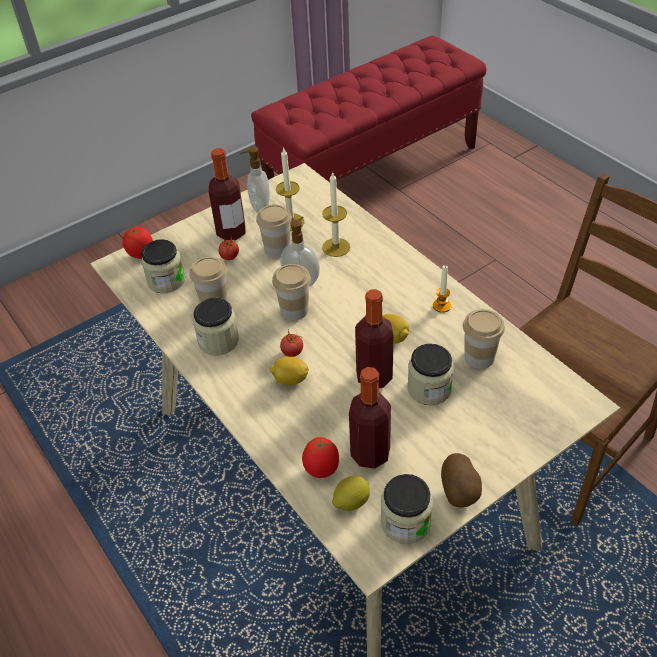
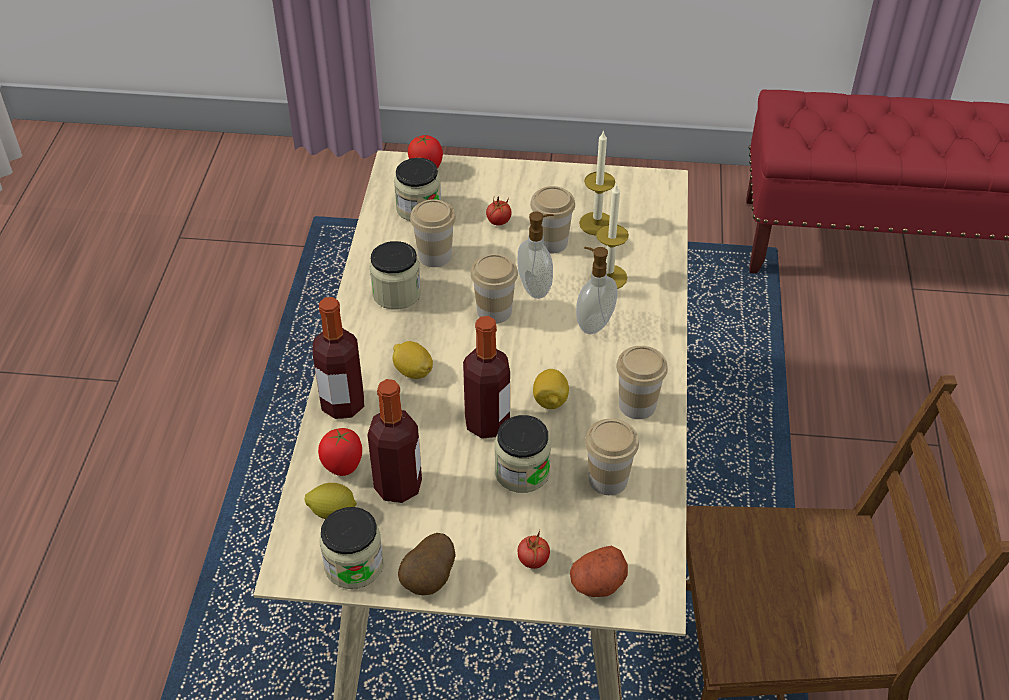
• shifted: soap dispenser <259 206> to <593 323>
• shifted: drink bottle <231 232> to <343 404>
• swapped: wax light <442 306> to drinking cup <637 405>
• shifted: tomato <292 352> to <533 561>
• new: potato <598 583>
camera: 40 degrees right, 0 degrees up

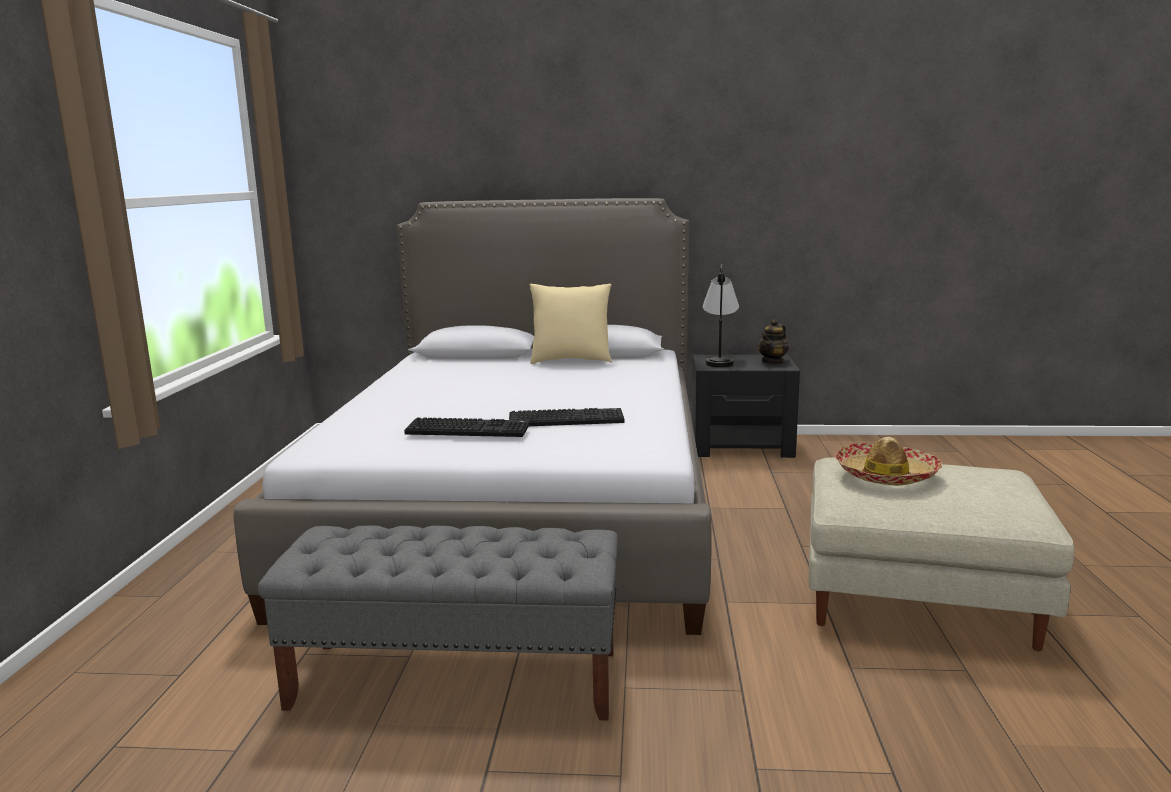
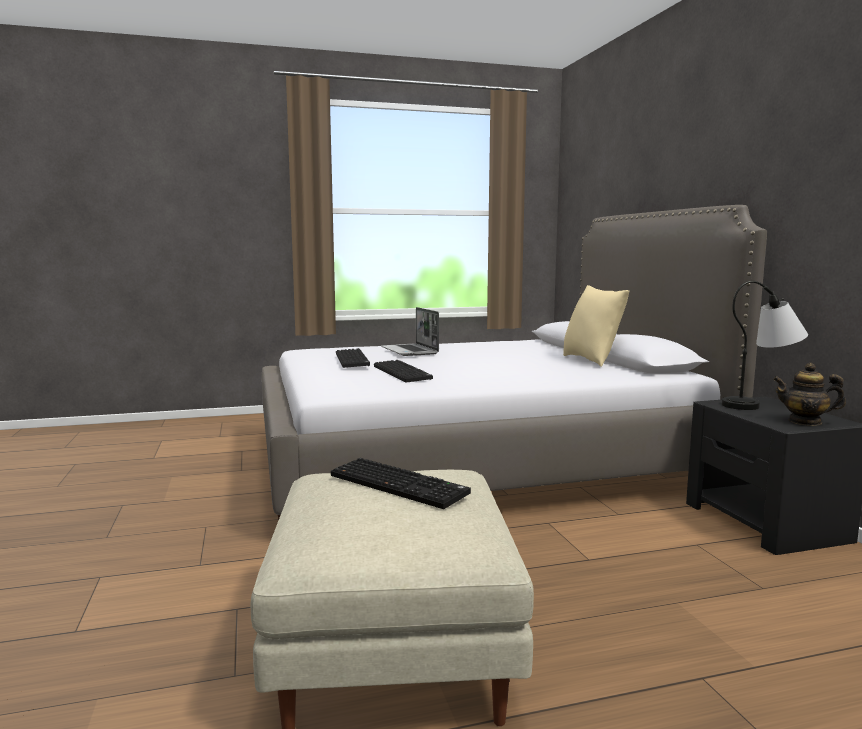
• swapped: clothing hat <886 475> to keyboard <400 484>
• gone: greyish indoor bench <457 679>
• new: portable computer <410 351>
camera: 70 degrees right, 5 degrees down

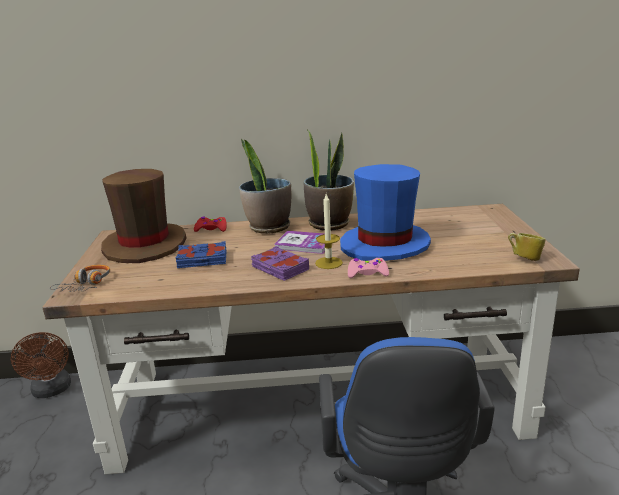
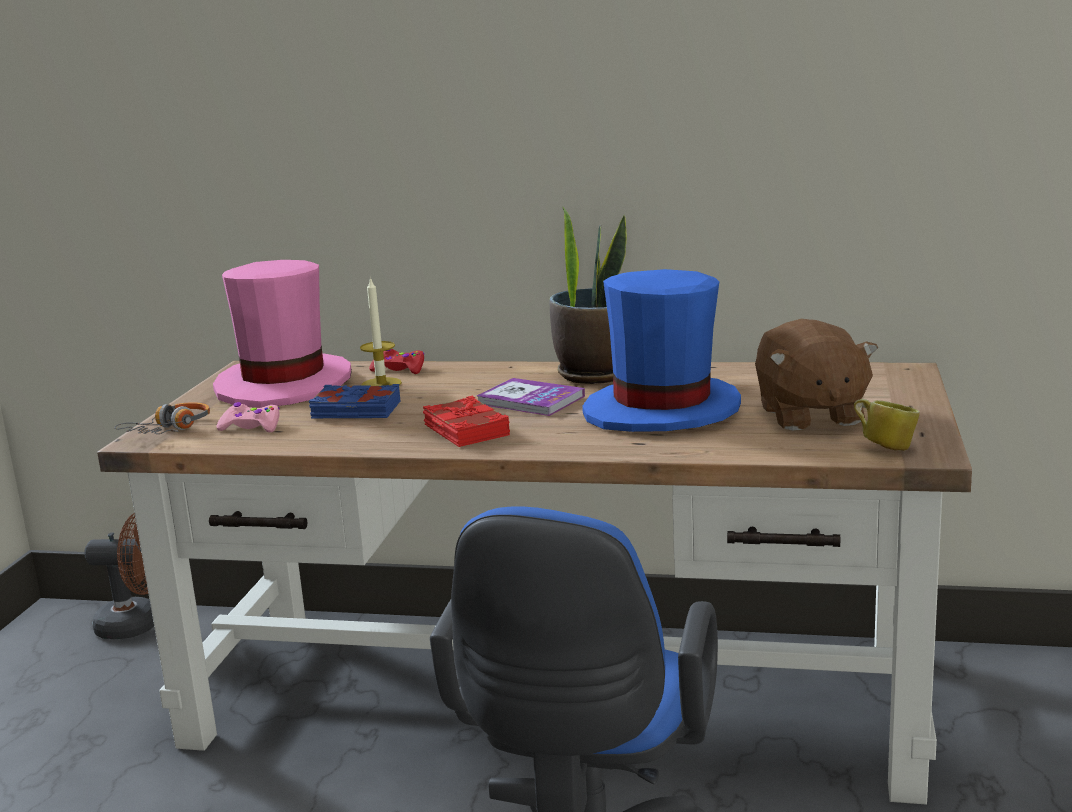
• gone: plant in a pot <268 227>
• repainted: brown clothing hat <145 245> to pink-coloured clothing hat <284 385>
• shifted: wax light <328 263> to <381 384>
• repainted: purple-coloured book <279 268> to red book <465 430>
• shifted: pink-coloured game controller <367 273> to <251 427>
• rotated: brown fan <52 391> = <138 625> 75 degrees counterclockwise
• new: brown plush toy <809 415>
camera: 15 degrees right, 5 degrees down

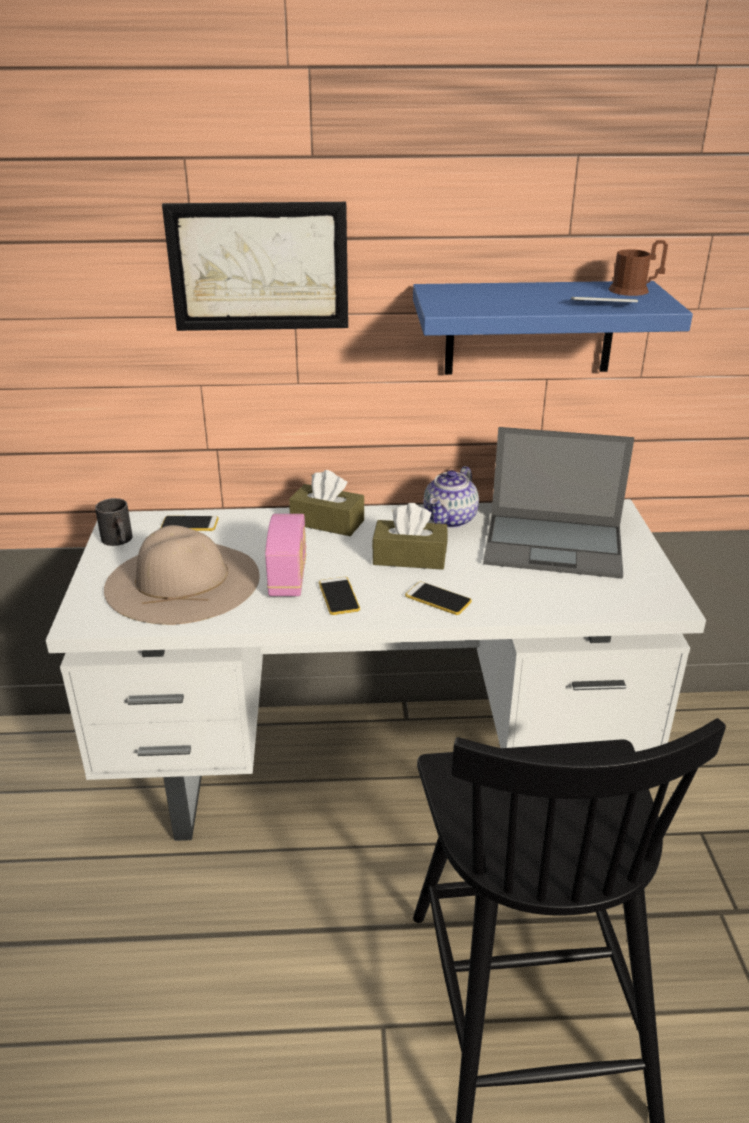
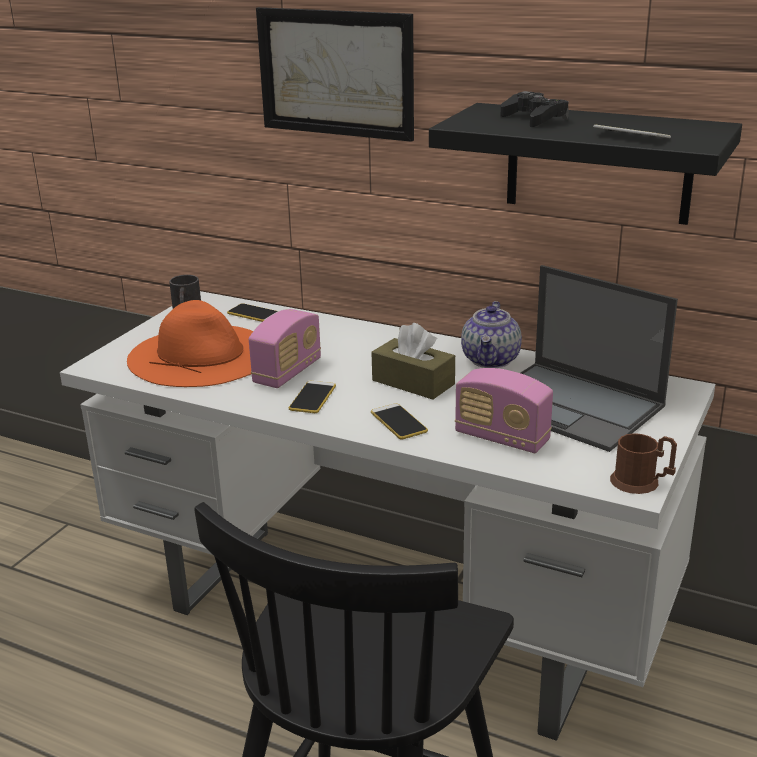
• shifted: brown mug <635 290> to <641 483>
• repainted: blue-coloured wall shelf <529 328> to black wall shelf <598 163>
• rotated: teapot <450 519> = <491 360> 45 degrees counterclockwise
• gone: brown tissue box <327 522>
• repainted: sand-coloured clothing hat <182 581> to orange-coloured clothing hat <201 355>
• new: black game controller <534 119>
• new: radio <502 438>
camera: 30 degrees right, 5 degrees down

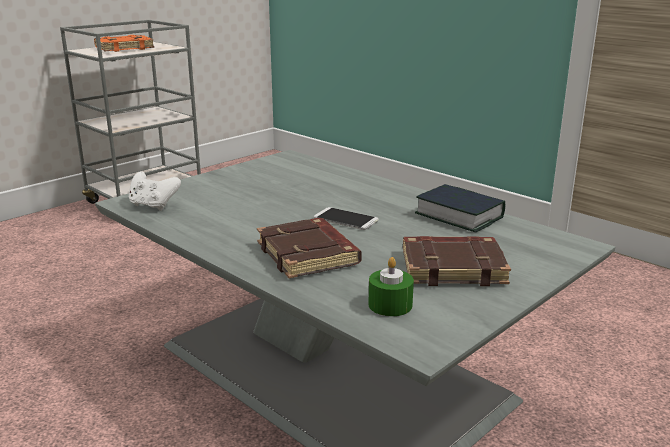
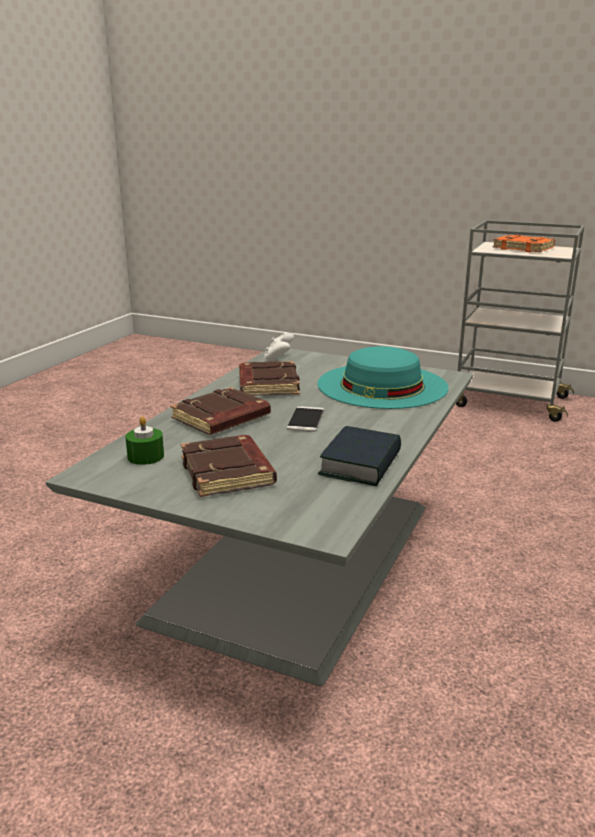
• new: turquoise-coloured clothing hat <382 385>
• new: brown book <267 385>
camera: 70 degrees right, 0 degrees up

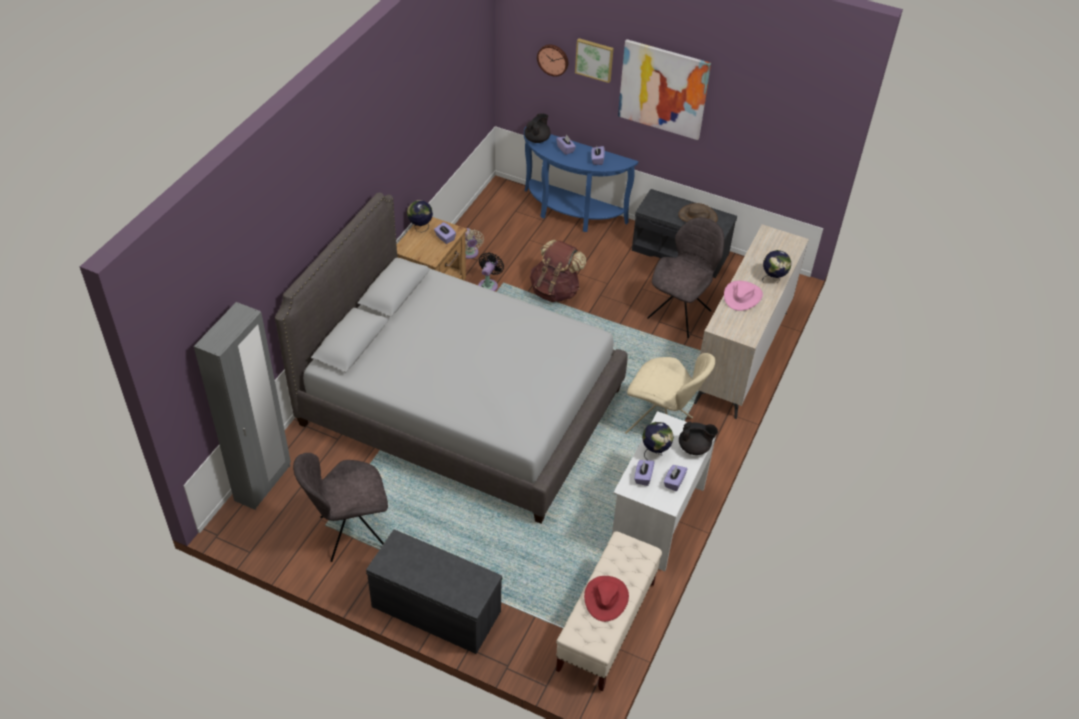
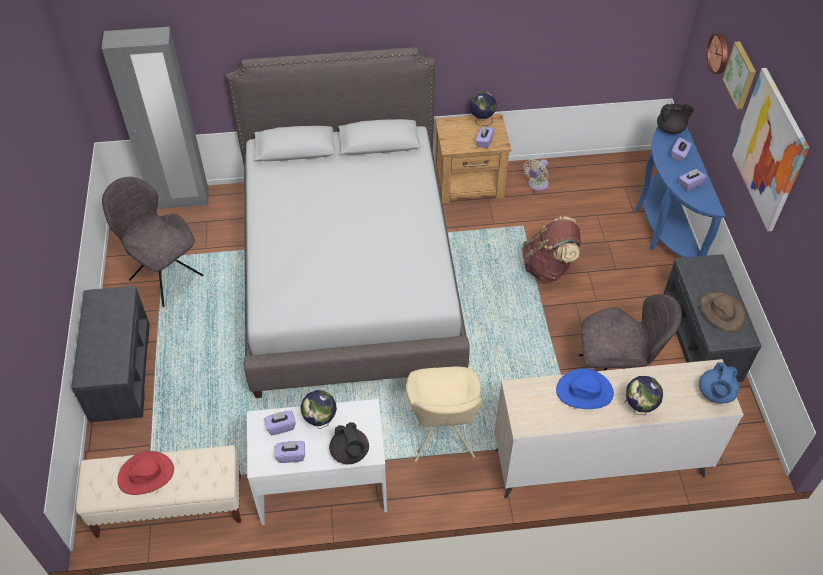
• gone: black fan <489 284>
• repainted: pink-coloured clothing hat <742 296> to blue-coloured clothing hat <584 391>
• new: blue-coloured teapot <715 393>
camera: 60 degrees right, 5 degrees up

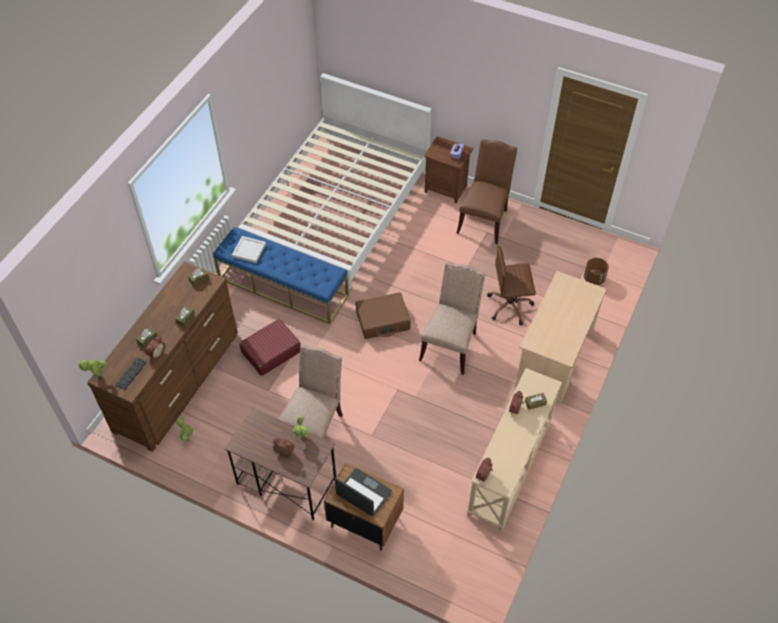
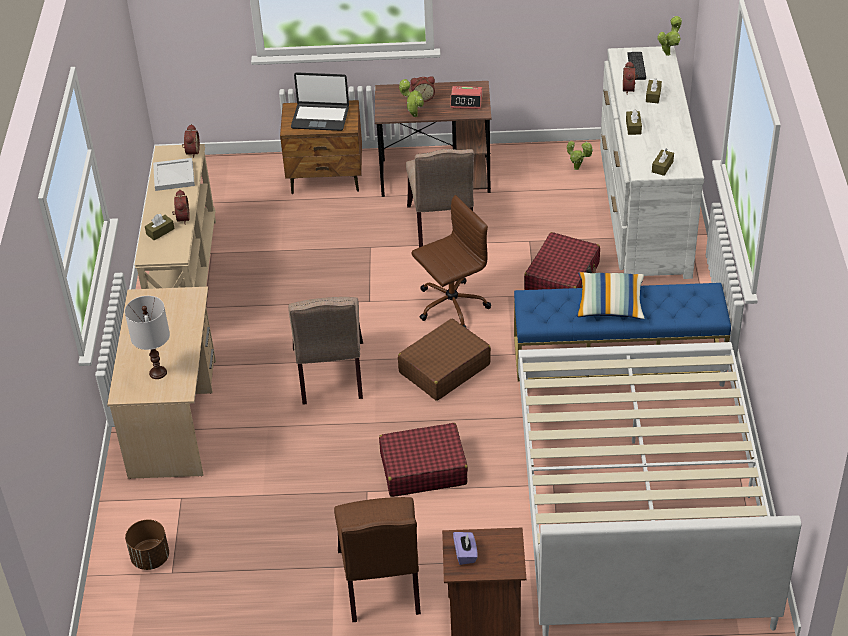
• shifted: white tray <249 250> to <173 176>
• shifted: brown computer chair <510 306> to <450 306>
• repainted: brown dresser <178 380> to white dresser <644 210>
• new: alarm clock <466 101>
• new: pillow <610 304>
• new: white table lamp <158 373>
• new: red piece of luggage <423 469>
camera: 155 degrees right, 10 degrees down

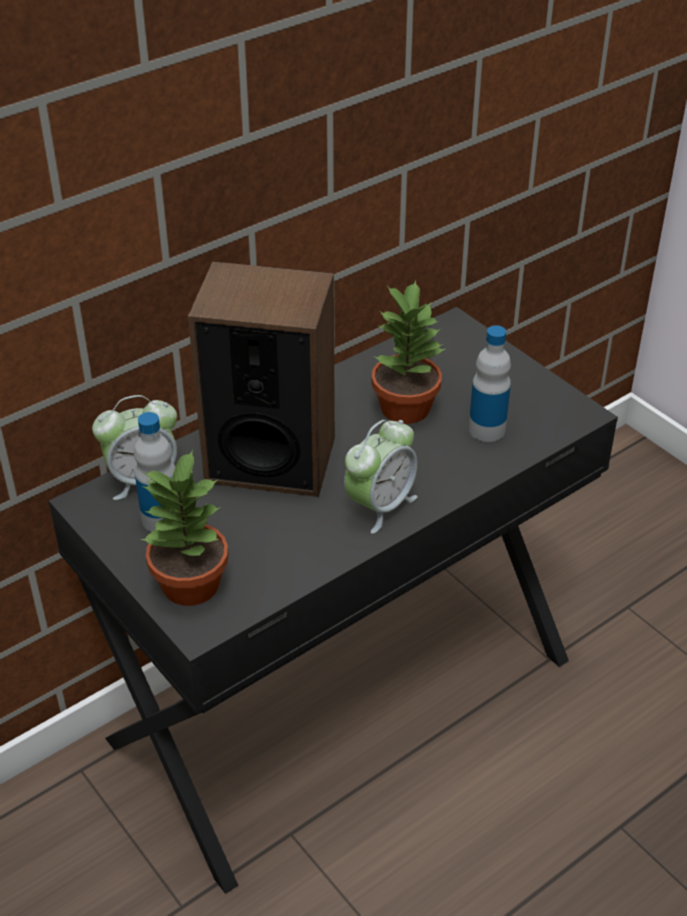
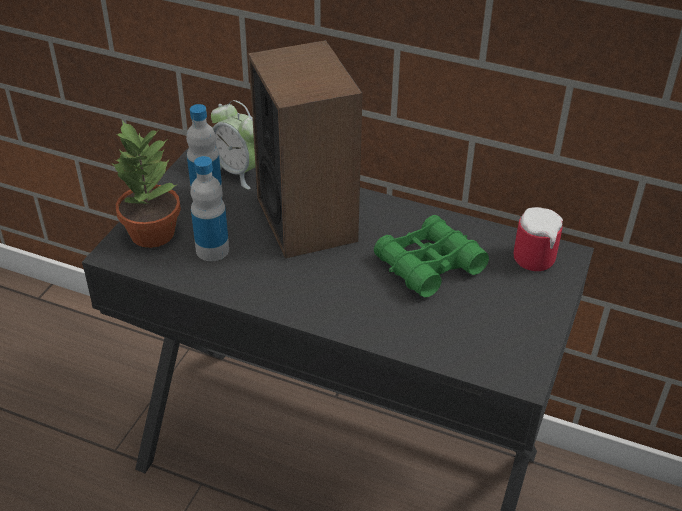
• swapped: plant in a pot <405 407> to green-coloured binoculars <428 265>
• shifted: drink bottle <487 429> to <212 250>
• gone: alarm clock <380 506>
• new: mug <539 257>
camera: 60 degrees right, 0 degrees up

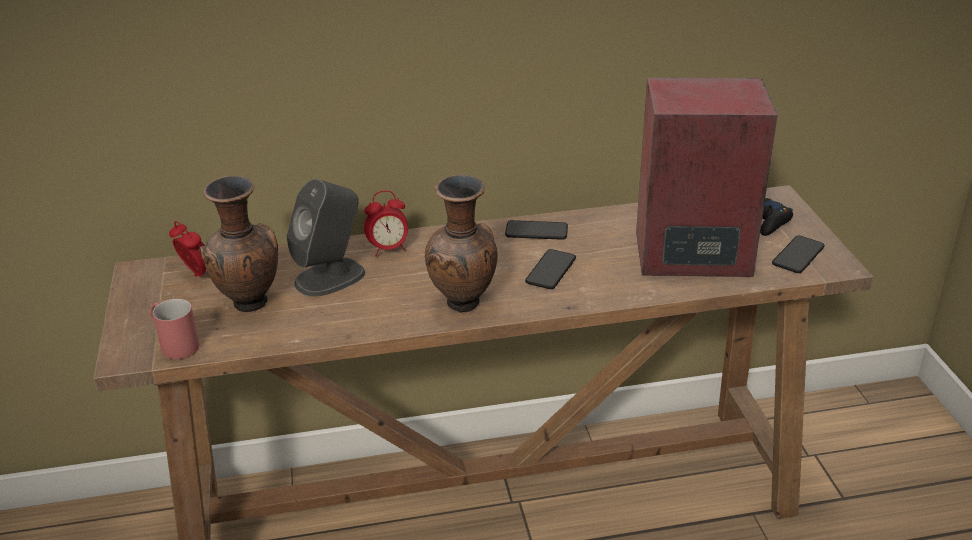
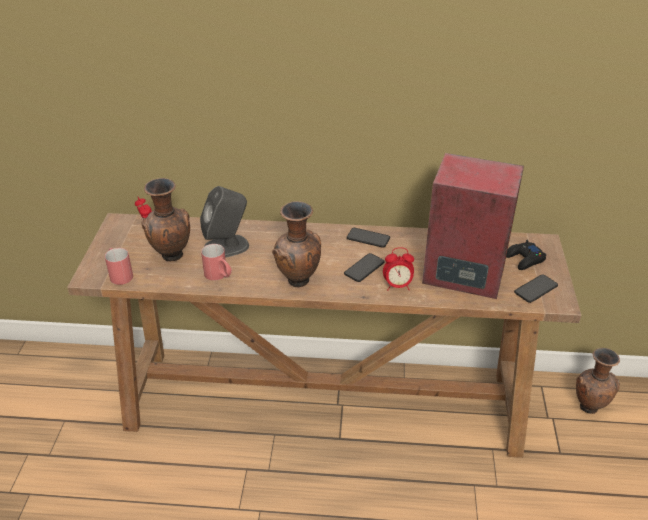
• shifted: alarm clock <388 249> to <397 286>
• new: red mug <219 276>
• new: brown vase <589 406>
camera: 15 degrees right, 5 degrees up

